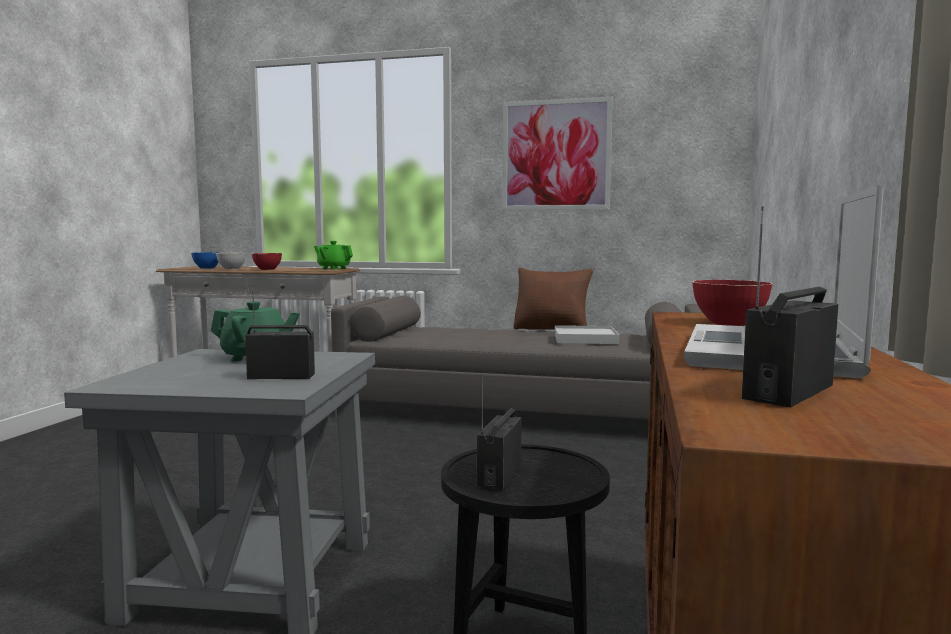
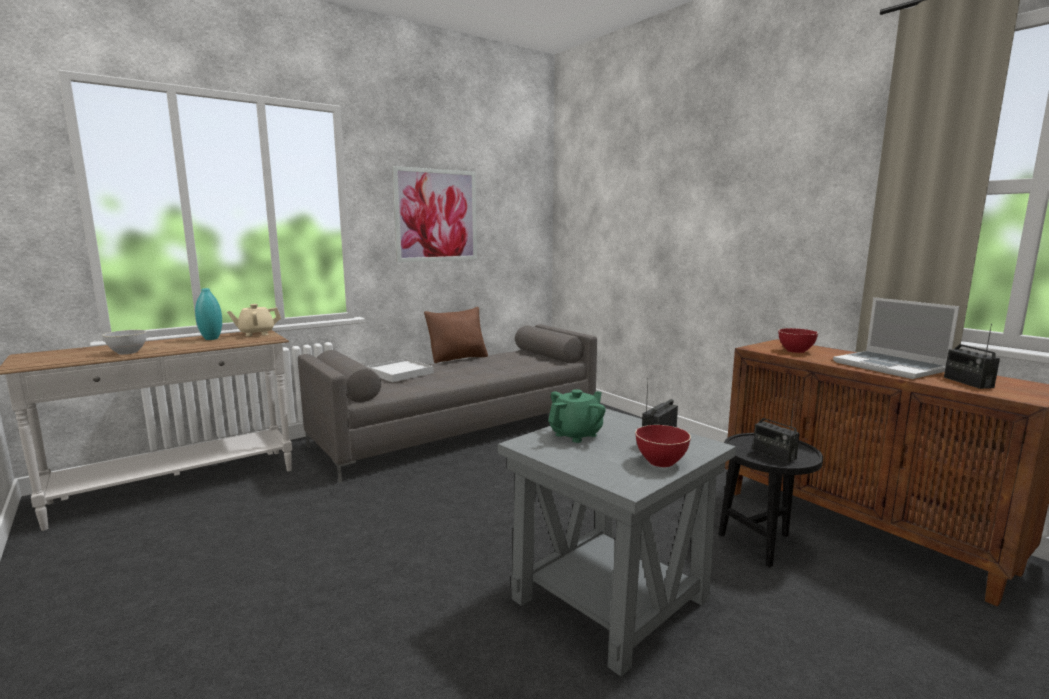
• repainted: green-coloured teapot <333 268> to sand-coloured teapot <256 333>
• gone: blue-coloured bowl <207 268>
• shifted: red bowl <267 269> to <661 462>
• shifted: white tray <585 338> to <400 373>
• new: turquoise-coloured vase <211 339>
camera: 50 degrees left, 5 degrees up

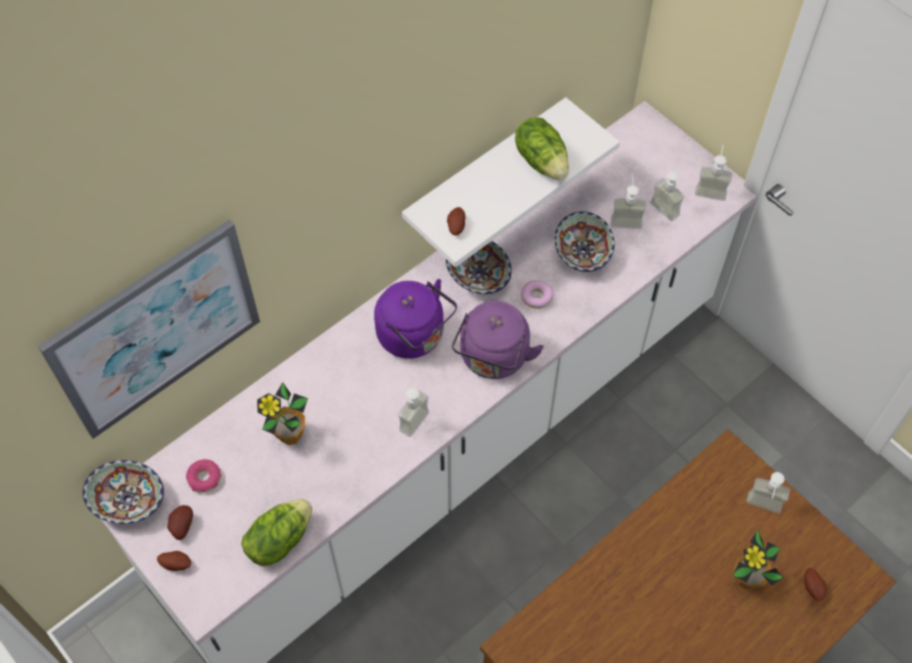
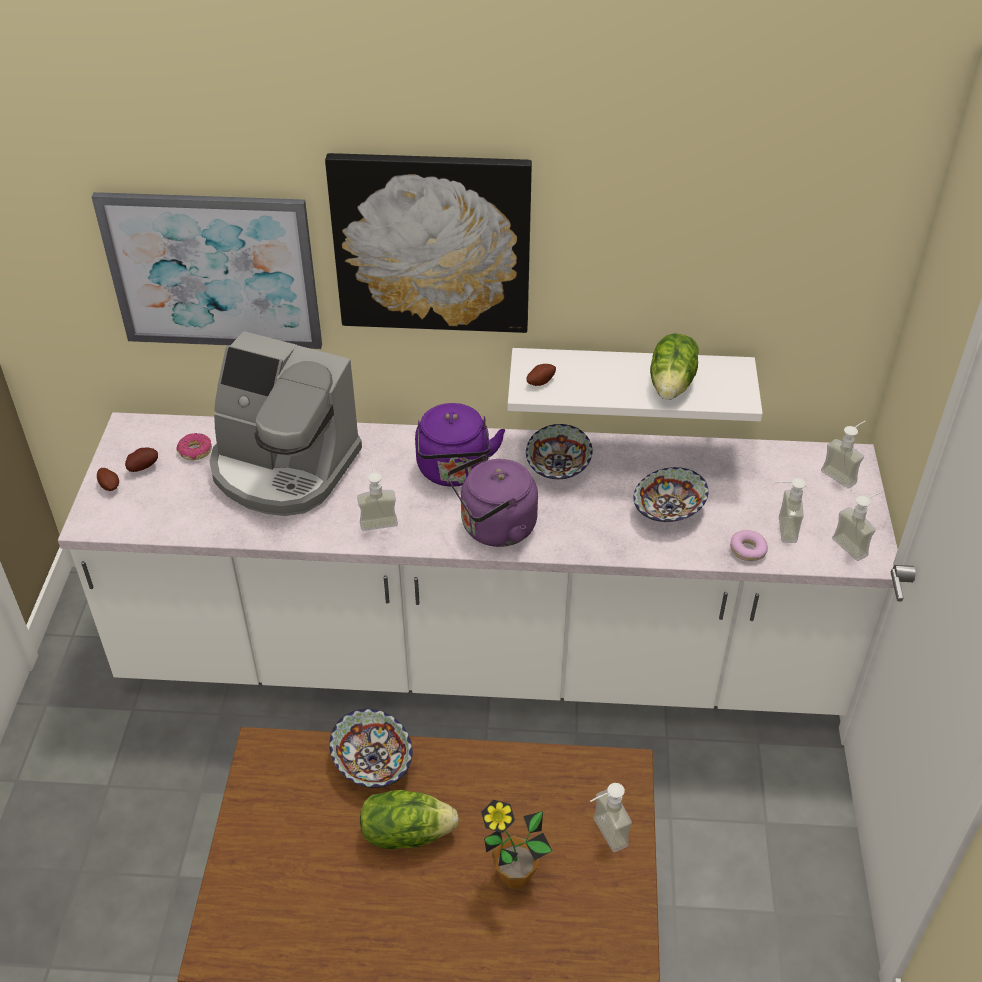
• shifted: soap dispenser <626 218> to <843 473>
• shifted: ring doughnut <536 297> to <747 550>
• swapped: plant in a pot <290 435> to coffee brewer <283 468>
• shifted: bowl <128 499> to <373 761>
• shifted: head of lettuce <279 540> to <406 833>
• gone: potato <812 587>
• new: picture <432 243>
camera: 45 degrees right, 15 degrees down

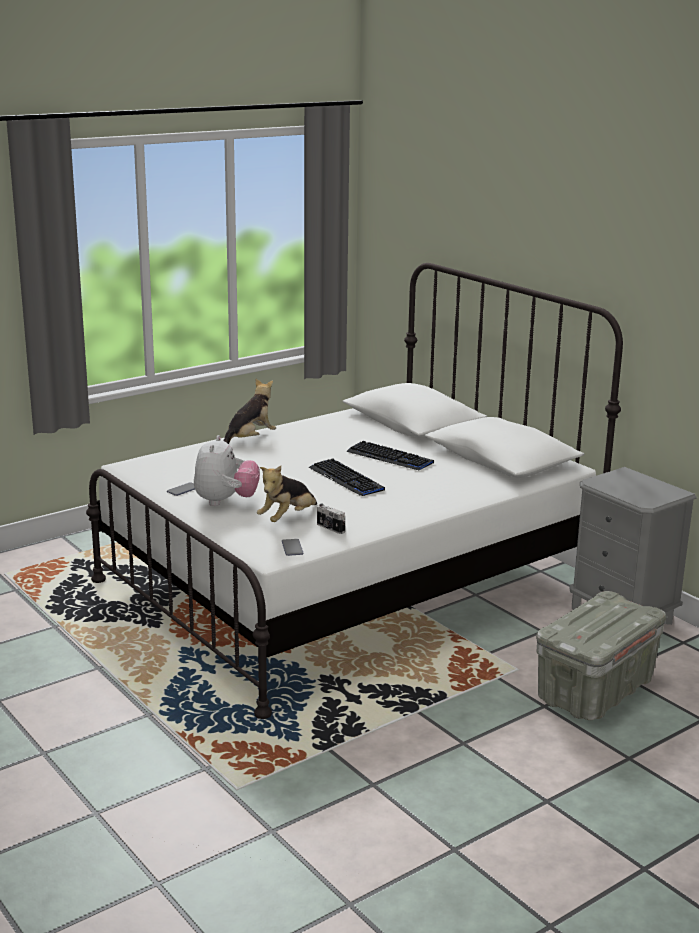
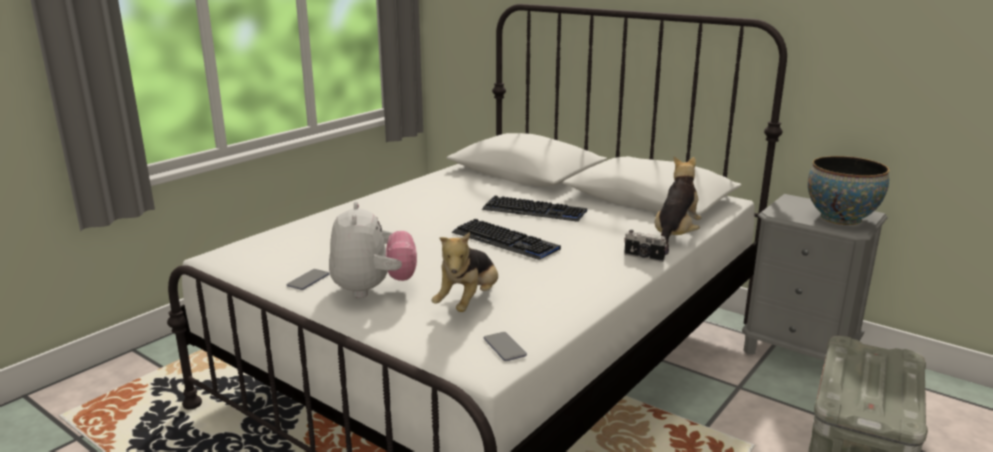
• shifted: plush toy <250 439> to <675 236>
• shifted: still camera <330 528> to <643 257>
• new: bowl <840 218>
camera: 15 degrees left, 0 degrees up

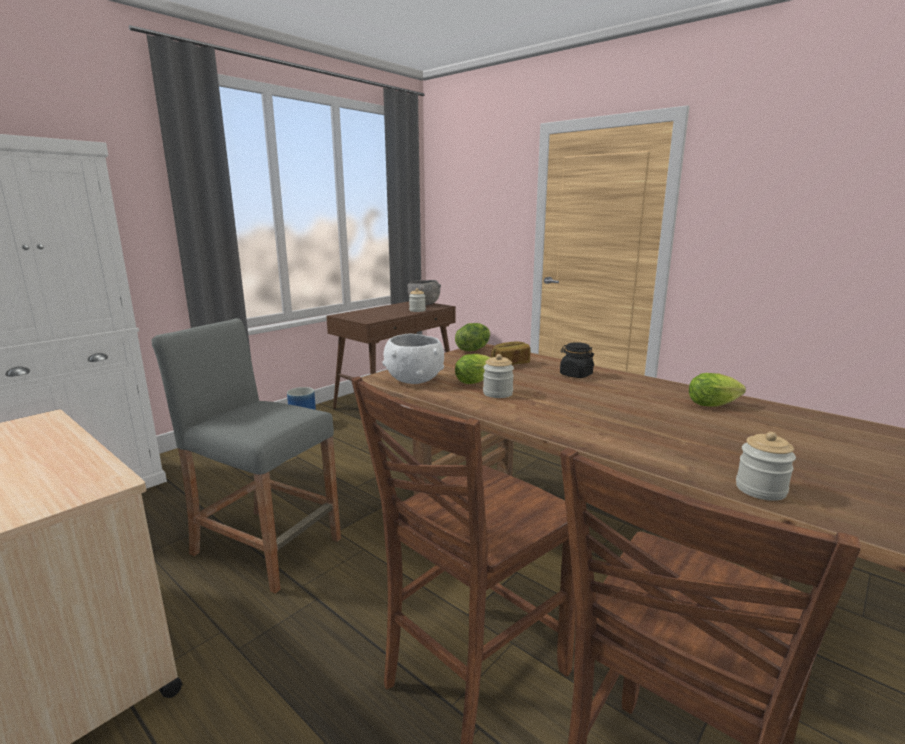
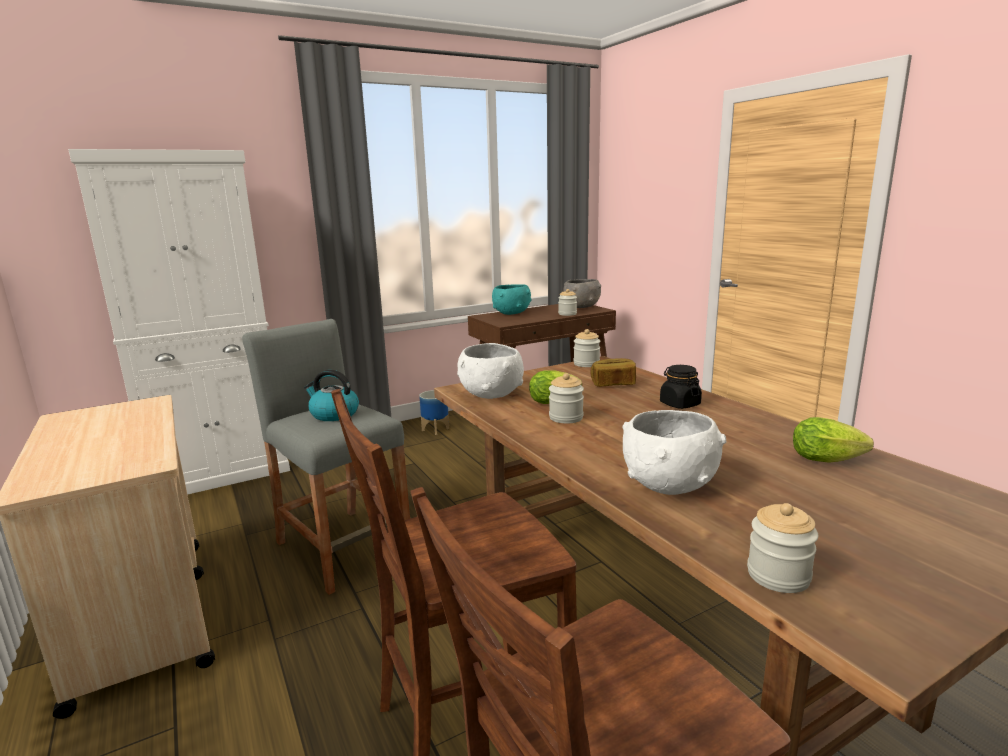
• swapped: head of lettuce <473 349> to storage jar <586 364>
• new: turquoise-coloured bowl <511 313>
• new: kettle <333 414>
• new: white bowl <668 484>
camera: 20 degrees right, 0 degrees up

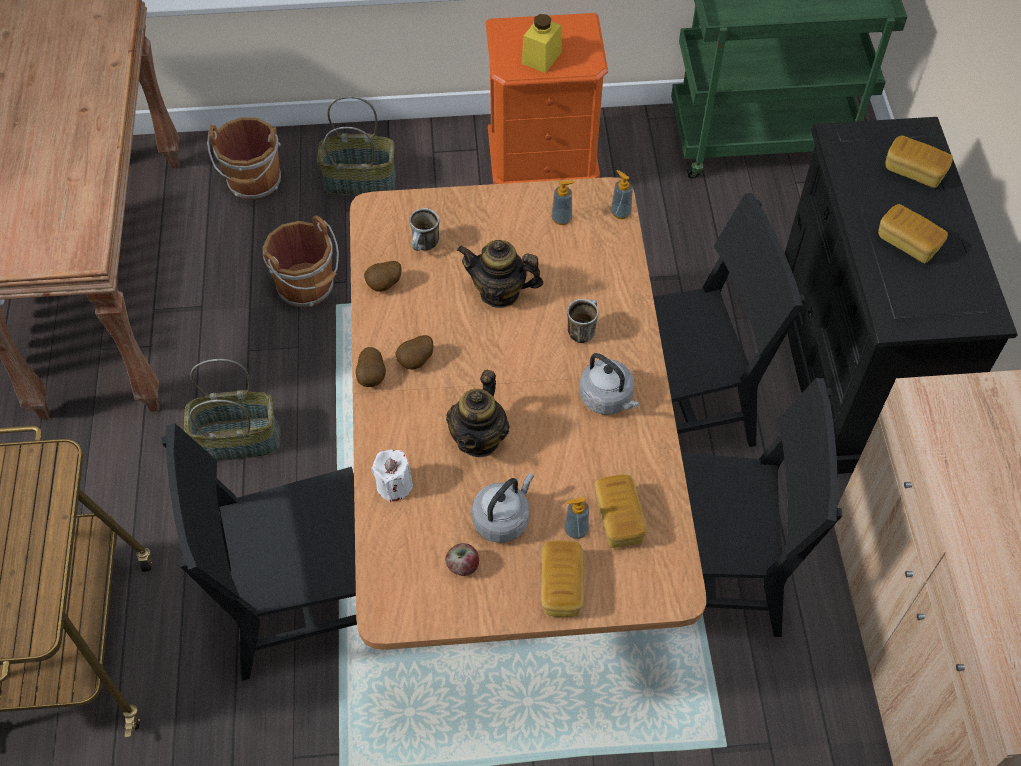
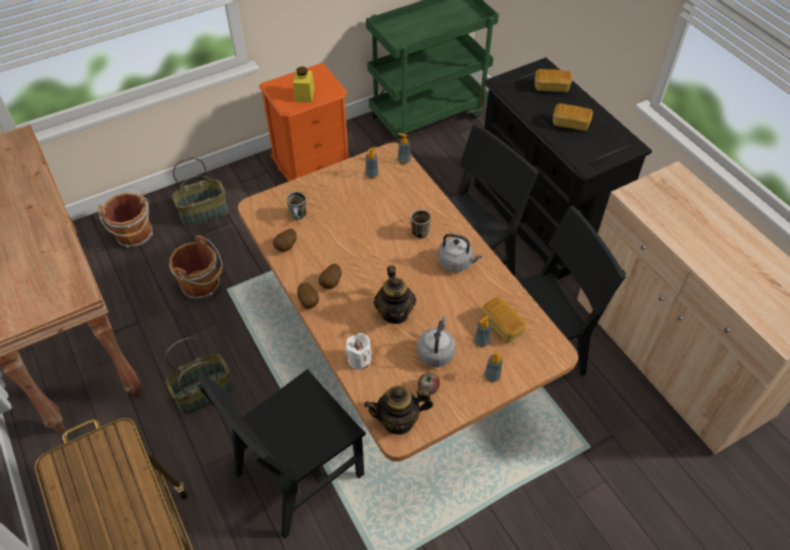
• shifted: teapot <500 292> to <398 421>
• swapped: bread <561 586> to soap dispenser <492 376>
camera: 25 degrees left, 5 degrees down

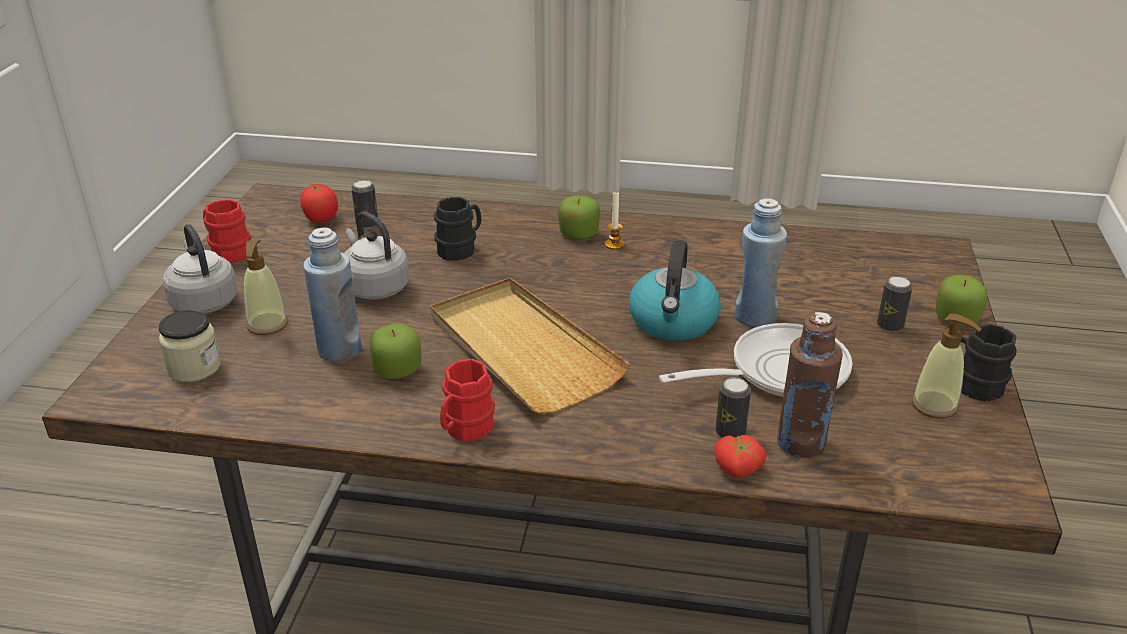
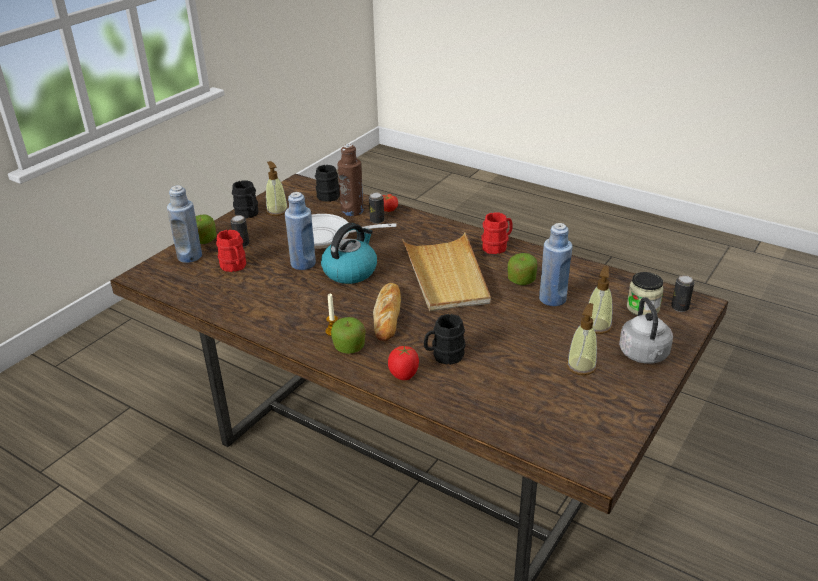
• shifted: can <367 224> to <679 307>
• shifted: tomato <321 219> to <404 375>
• shifted: red mug <227 251> to <234 267>
• gone: greyish kettle <374 287>
• new: black mug <327 195>
• new: blue-coloured drink bottle <190 256>
• new: bread <387 315>
• new: soap dispenser <581 366>
camera: 155 degrees left, 0 degrees up

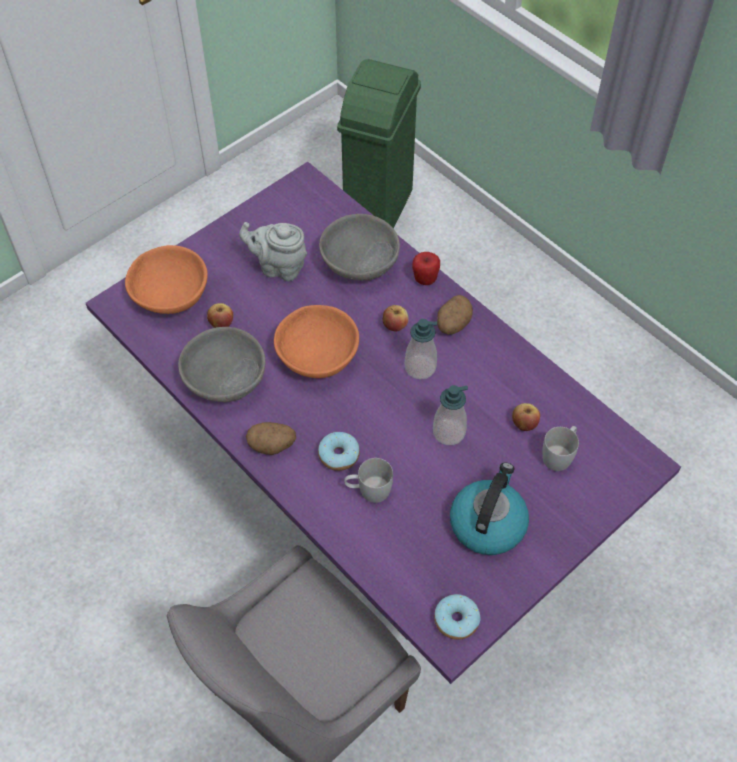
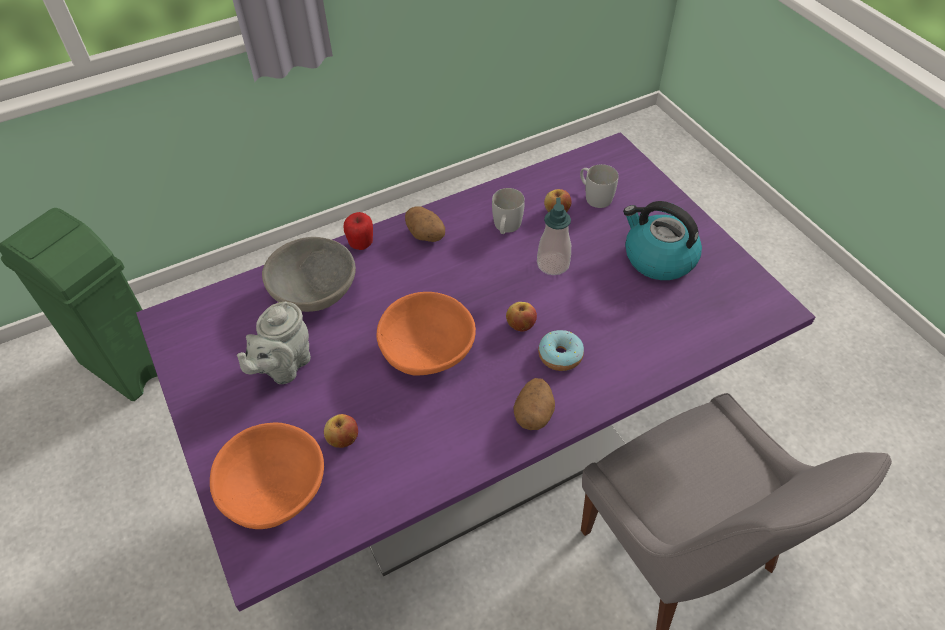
• shifted: whole apple <395 325> to <520 325>
• gone: soap dispenser <420 367>
• gone: greyish bowl <226 381>
• shifted: white mug <368 490> to <506 228>
• gone: ring doughnut <456 620>
camera: 75 degrees left, 5 degrees down

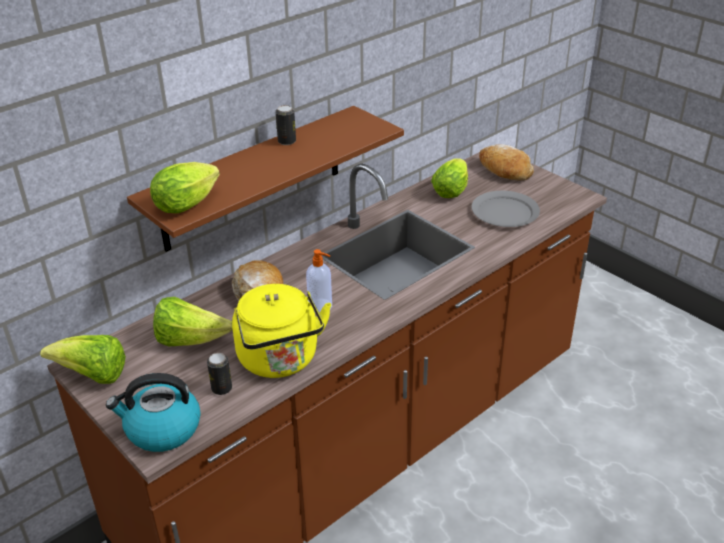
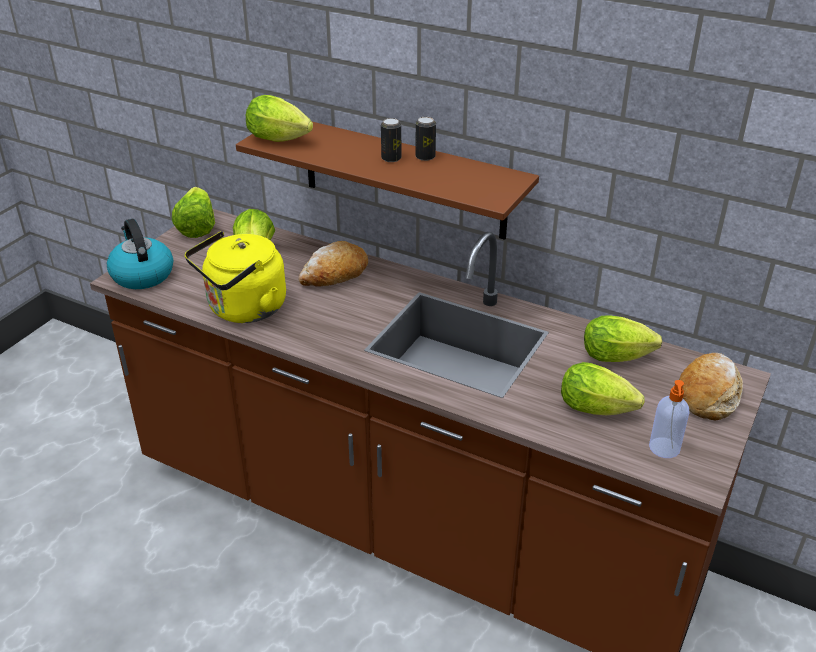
• swapped: greyish plate <504 212> to head of lettuce <600 410>
• shifted: soap dispenser <321 306> to <664 449>
• shifted: can <222 388> to <391 158>
camera: 70 degrees right, 0 degrees up

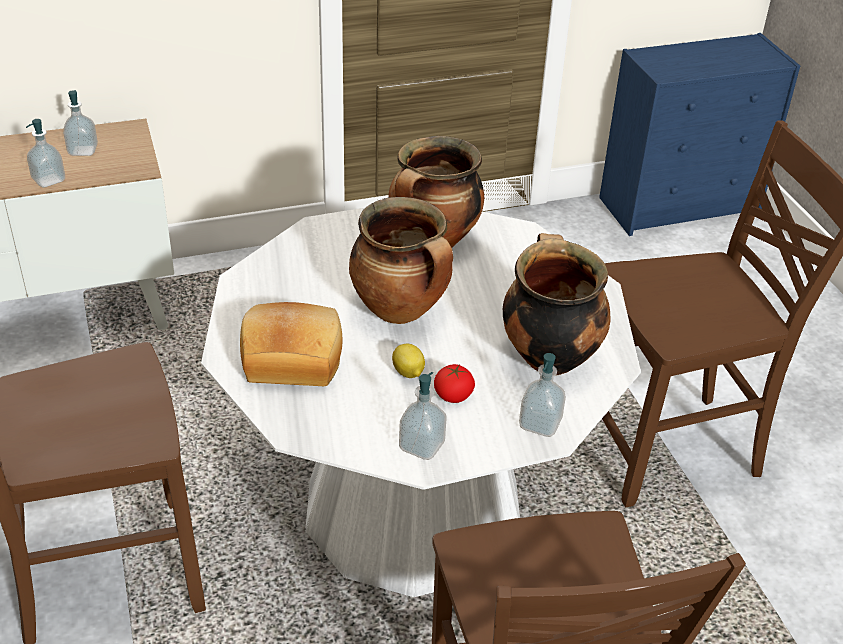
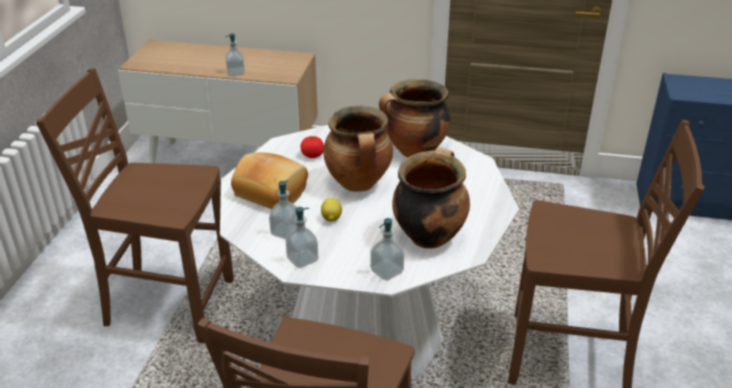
• shifted: soap dispenser <83 150> to <286 232>
• shifted: tomato <453 396> to <312 155>
camera: 30 degrees right, 5 degrees down

